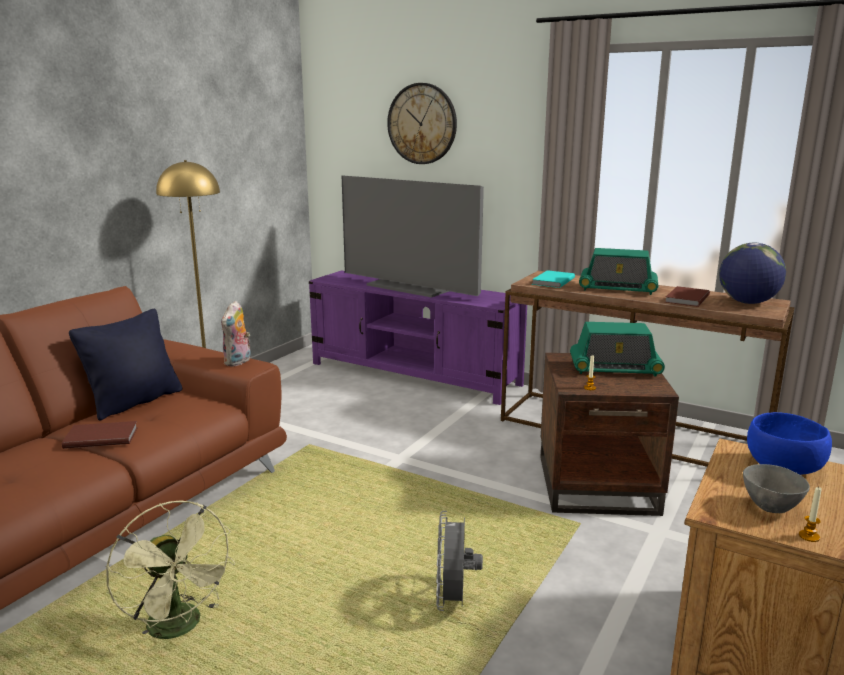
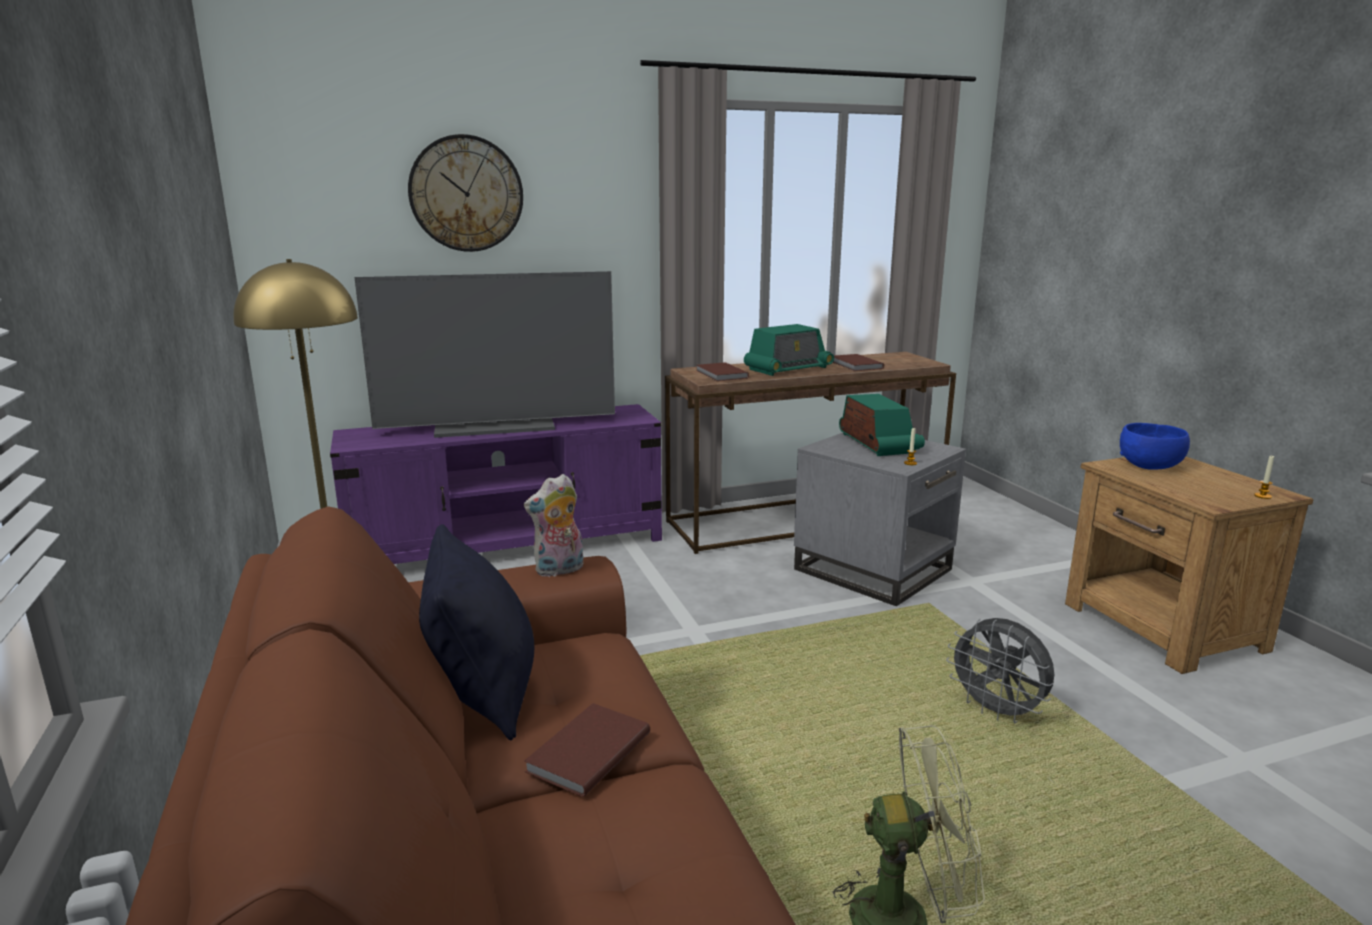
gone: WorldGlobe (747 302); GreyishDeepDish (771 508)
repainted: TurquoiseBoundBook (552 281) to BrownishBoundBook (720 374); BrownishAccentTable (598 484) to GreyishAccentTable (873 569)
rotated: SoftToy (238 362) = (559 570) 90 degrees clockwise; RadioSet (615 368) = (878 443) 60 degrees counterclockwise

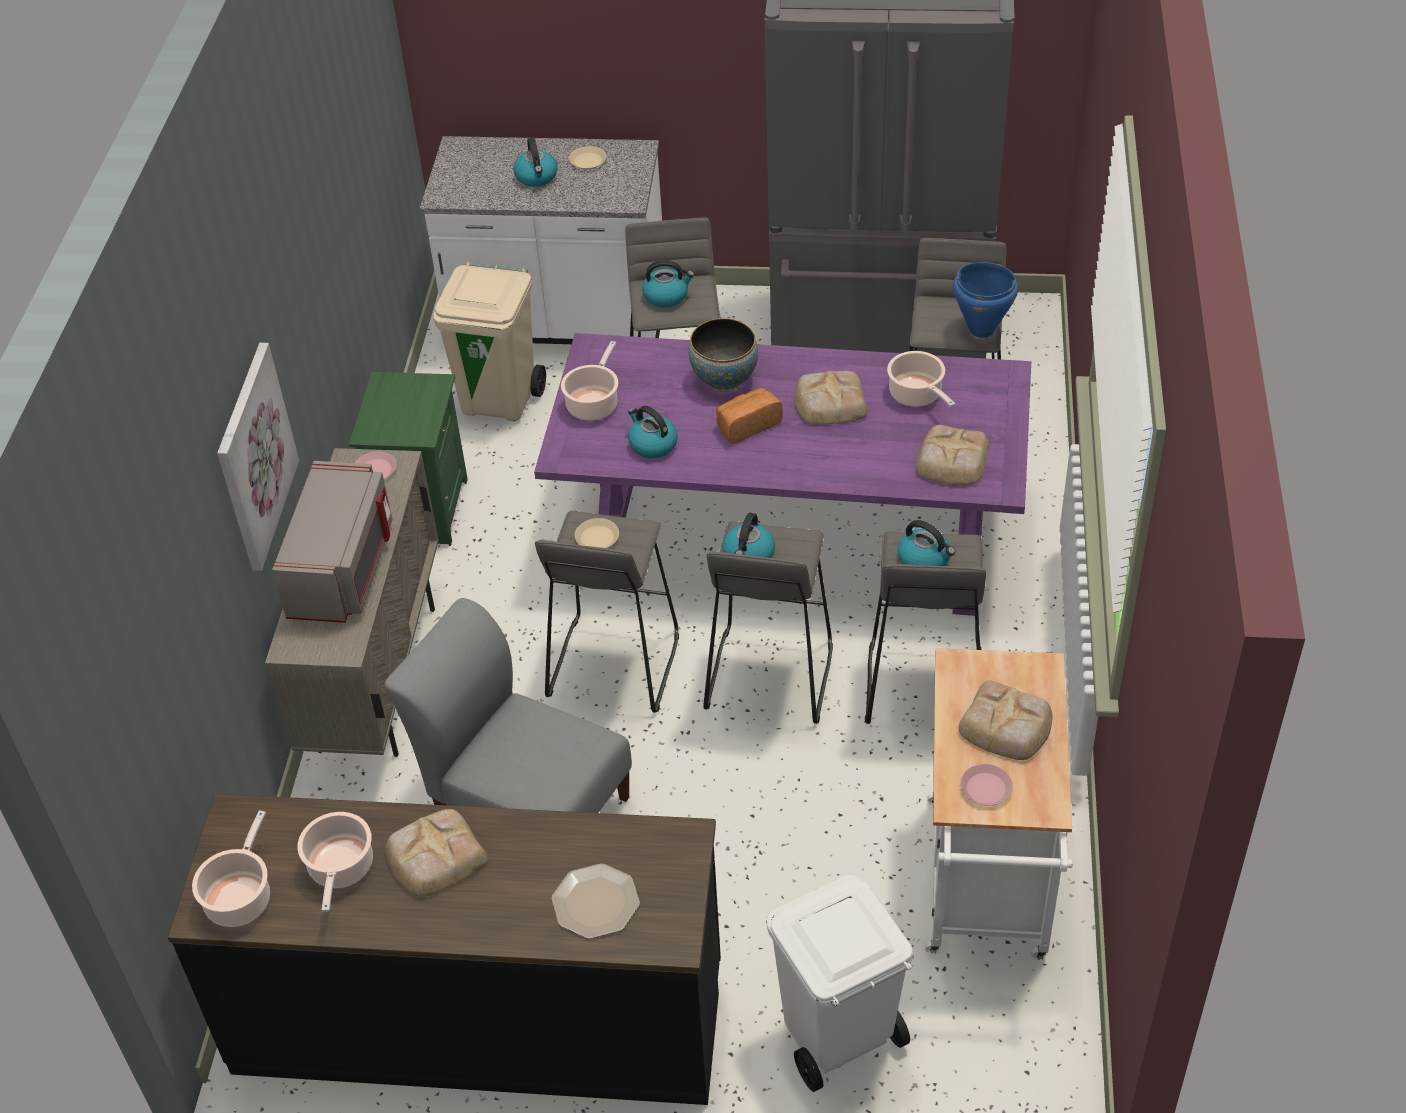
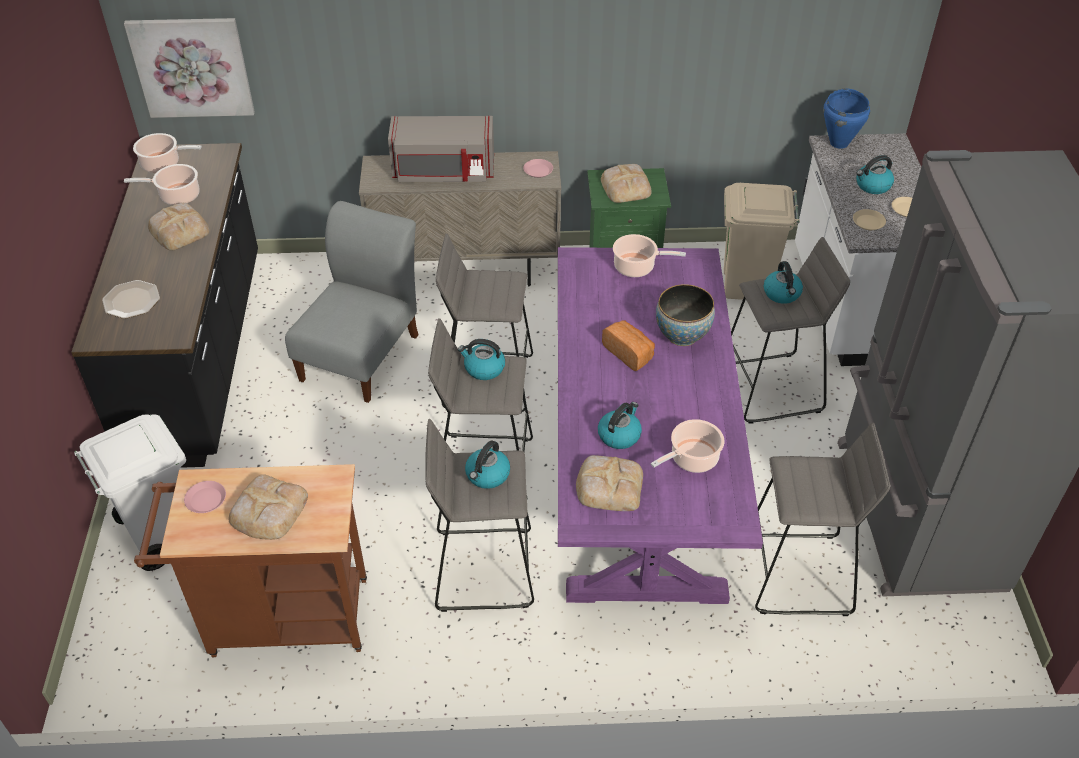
shifted: BlueColouredSaucepot (981 329) to (839 143); WallArt (253 456) to (192 67); BakeryBread (829 402) to (626 187); WaterKettle (652 444) to (619 435); SandColouredDinnerPlate (597 538) to (868 222)
repainted: WhiteCart (986 889) to BrownishCart (279 618)

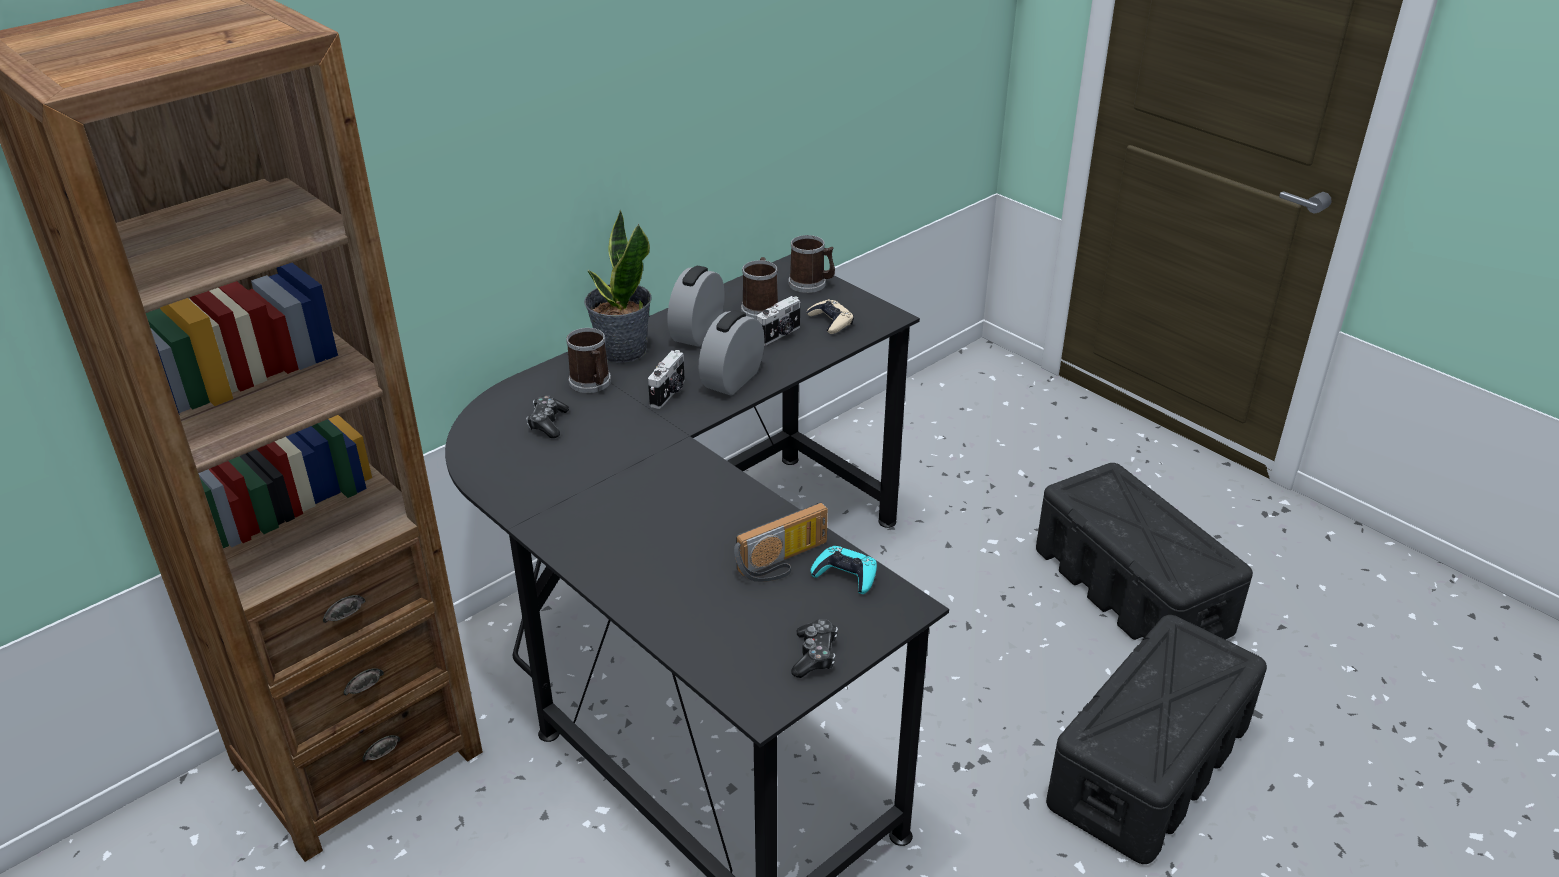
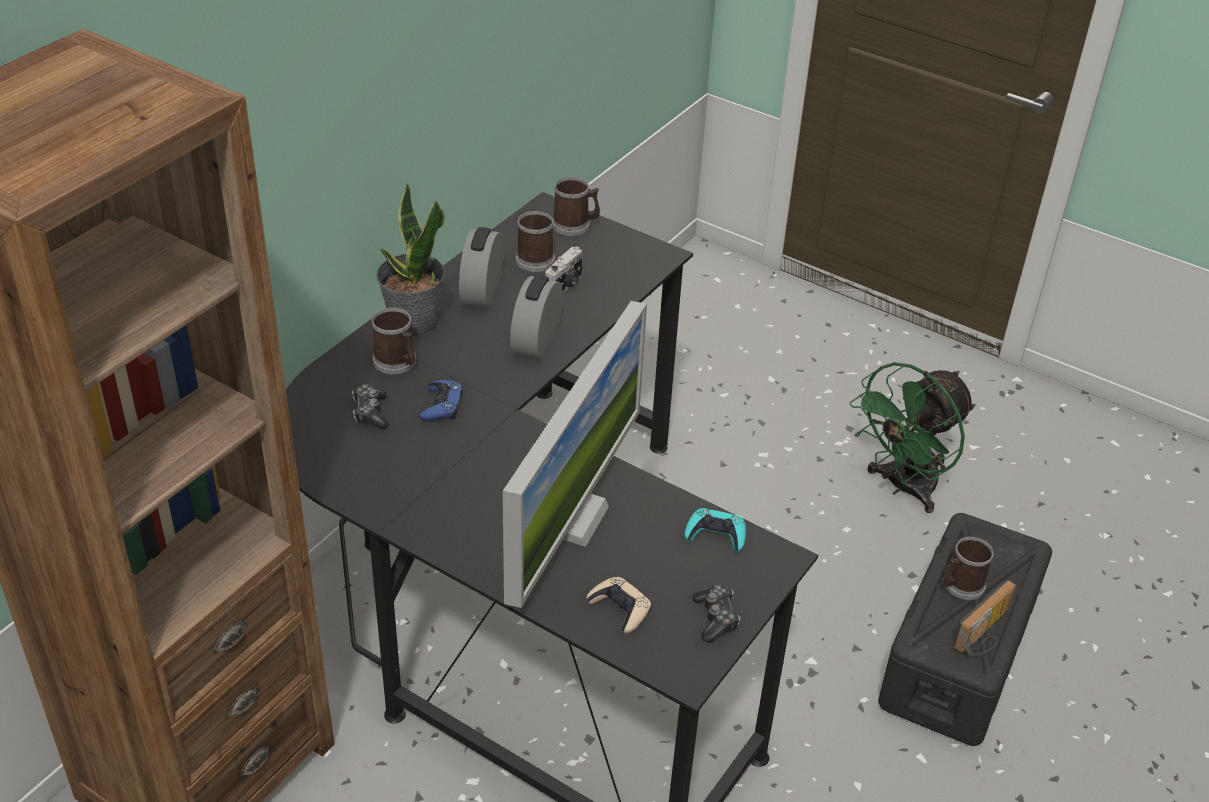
gone: StillCamera (669 393)
new: Monitor (572 518); BlueColouredGamepad (441 405); CoffeeMug (960 586)
shifted: SandColouredGamepad (830 321) to (620 609); RadioSet (784 562) to (986 634)
swapped: BlackishStorageContainer (1132 591) to GreenishCoolingFan (903 487)

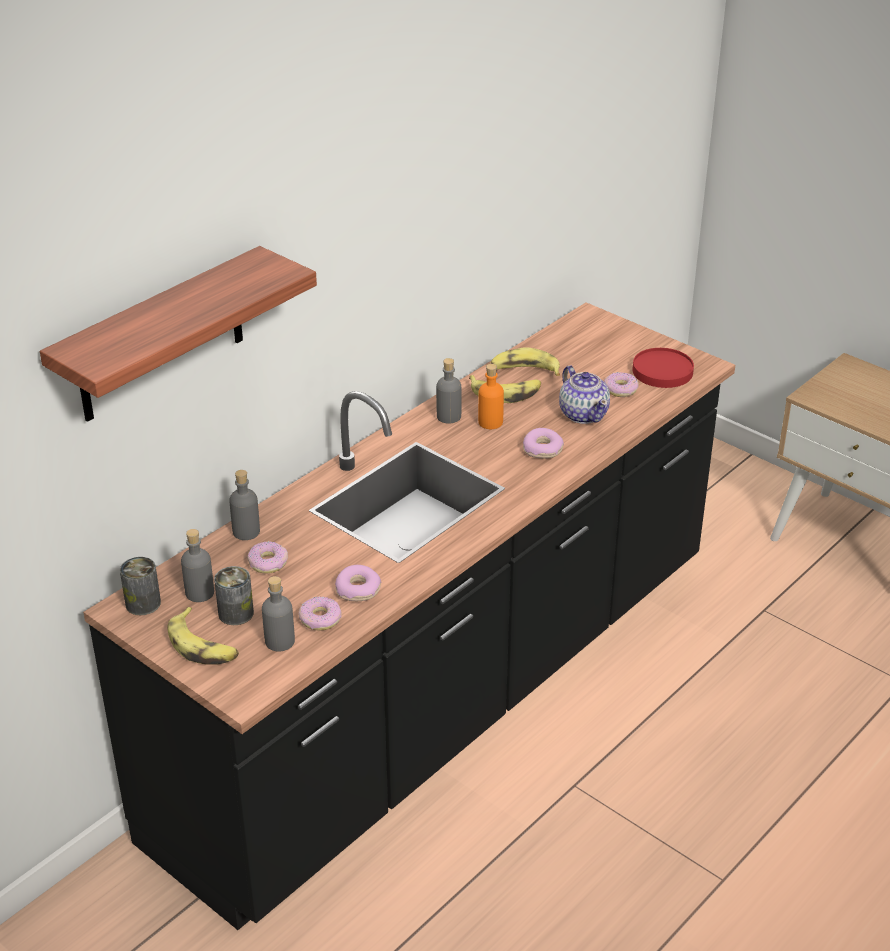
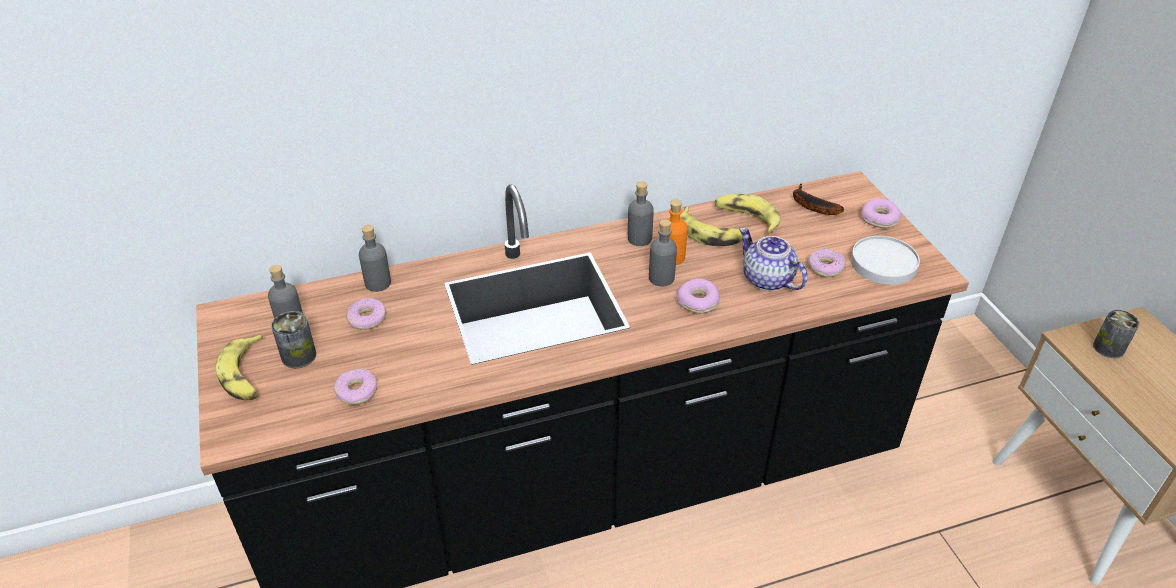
gone: WallShelf (160 337)
new: Banana (811 205)
shifted: Can (143 603) to (1108 348); Donut (358 590) to (880 219); GreyishBottle (279 641) to (661 278)
repainted: ReddishDinnerPlate (662 371) to WhiteDinnerPlate (883 263)
rotated: Teapot (583 414) = (768 280) 135 degrees clockwise

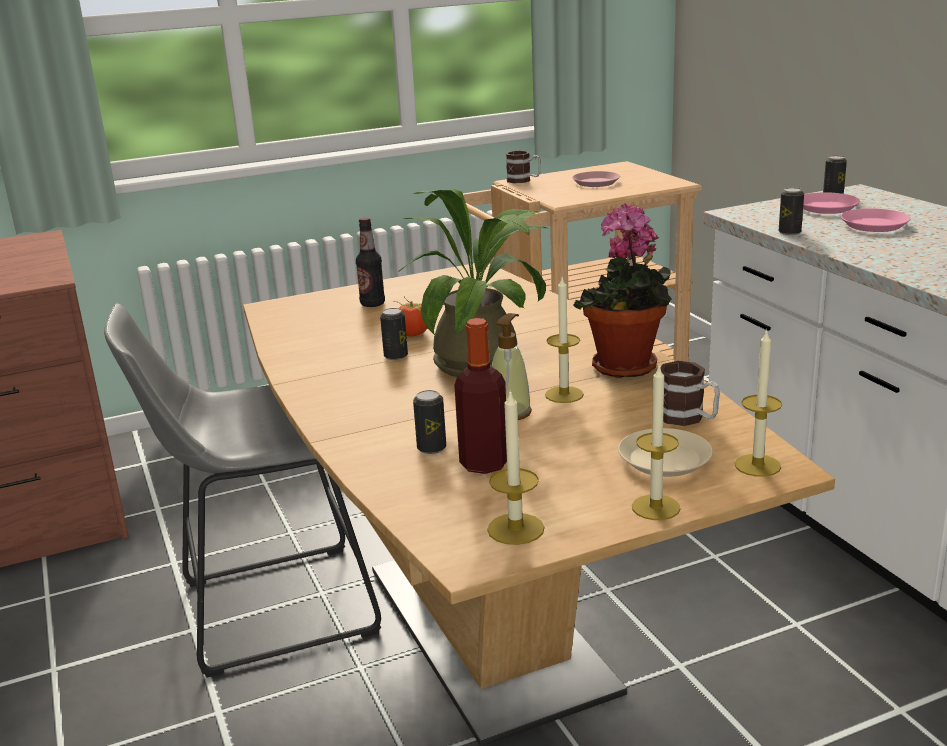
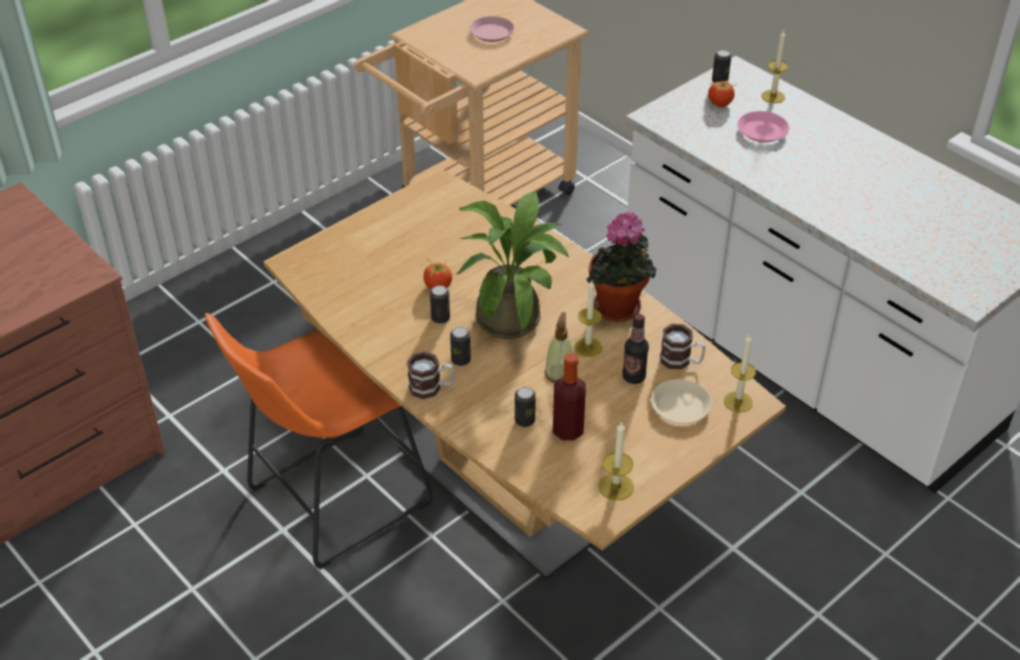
shifted: CoffeeMug (523 180) to (431 387); Can (789 232) to (461 360); Bottle (372 304) to (633 377); Candle (655 507) to (773 96)
swapped: PinkColouredDinnerPlate (826 208) to FreshTomato (720 103)
repainted: GreyishSittingStool (265 609) to OrangeColouredSittingStool (330 500)

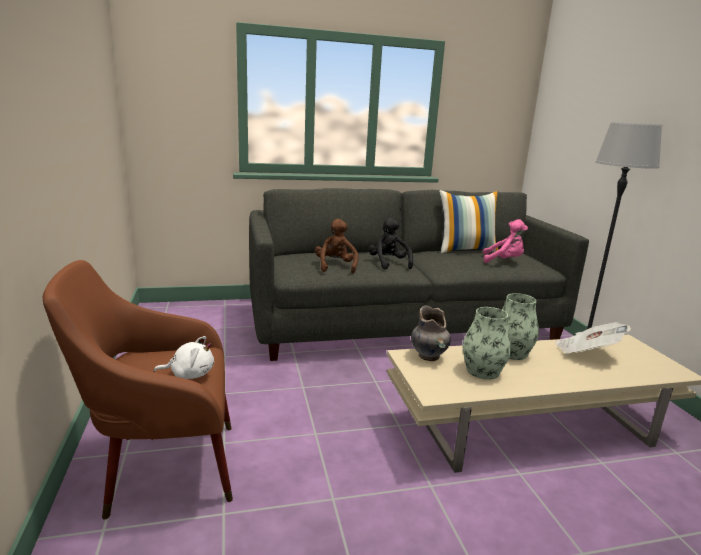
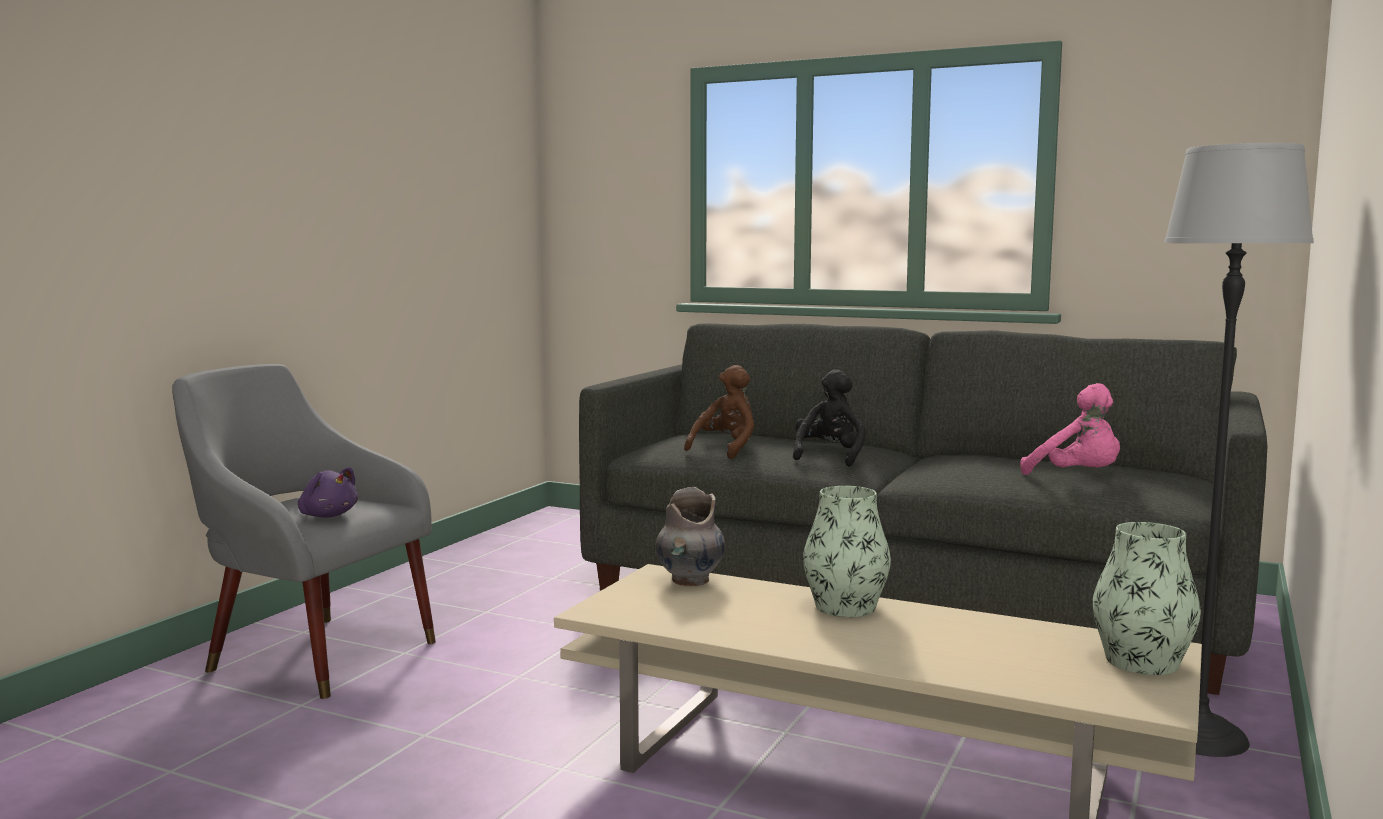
gone: Cushion (466 250); DailyPaper (586 352)
shifted: Vase (482 371) to (1141 661)
repainted: BrownishArmchair (162 467) to GreyishArmchair (313 653); WhiteSoftToy (189 374) to PurpleSoftToy (327 515)

